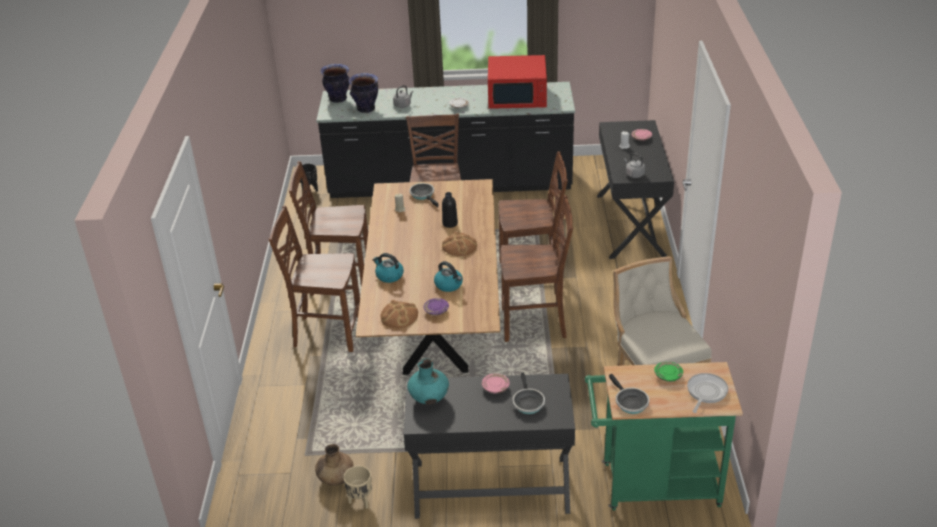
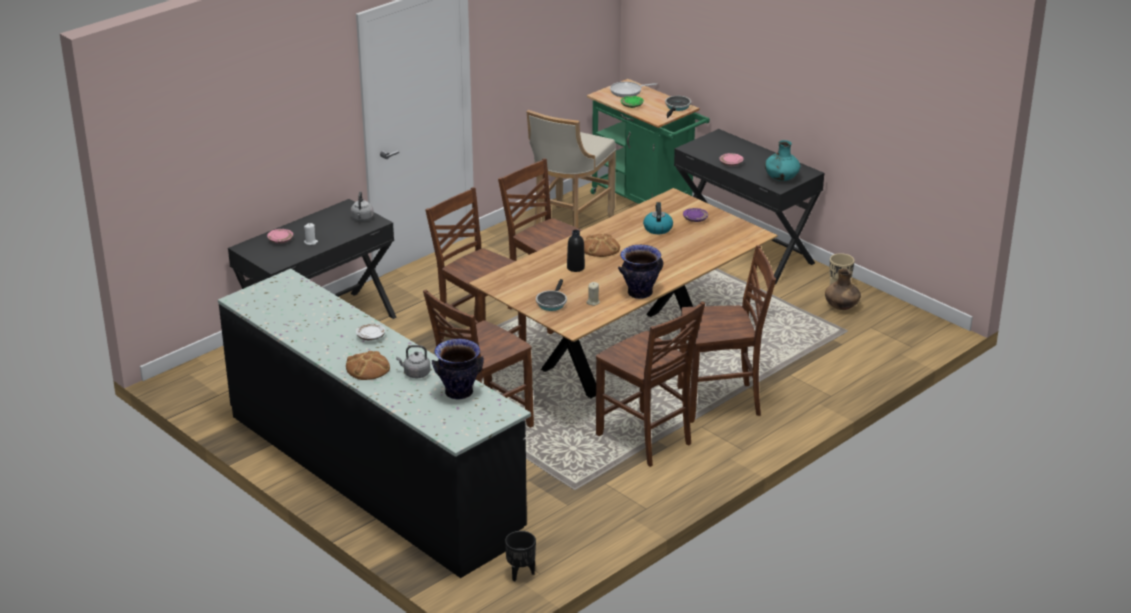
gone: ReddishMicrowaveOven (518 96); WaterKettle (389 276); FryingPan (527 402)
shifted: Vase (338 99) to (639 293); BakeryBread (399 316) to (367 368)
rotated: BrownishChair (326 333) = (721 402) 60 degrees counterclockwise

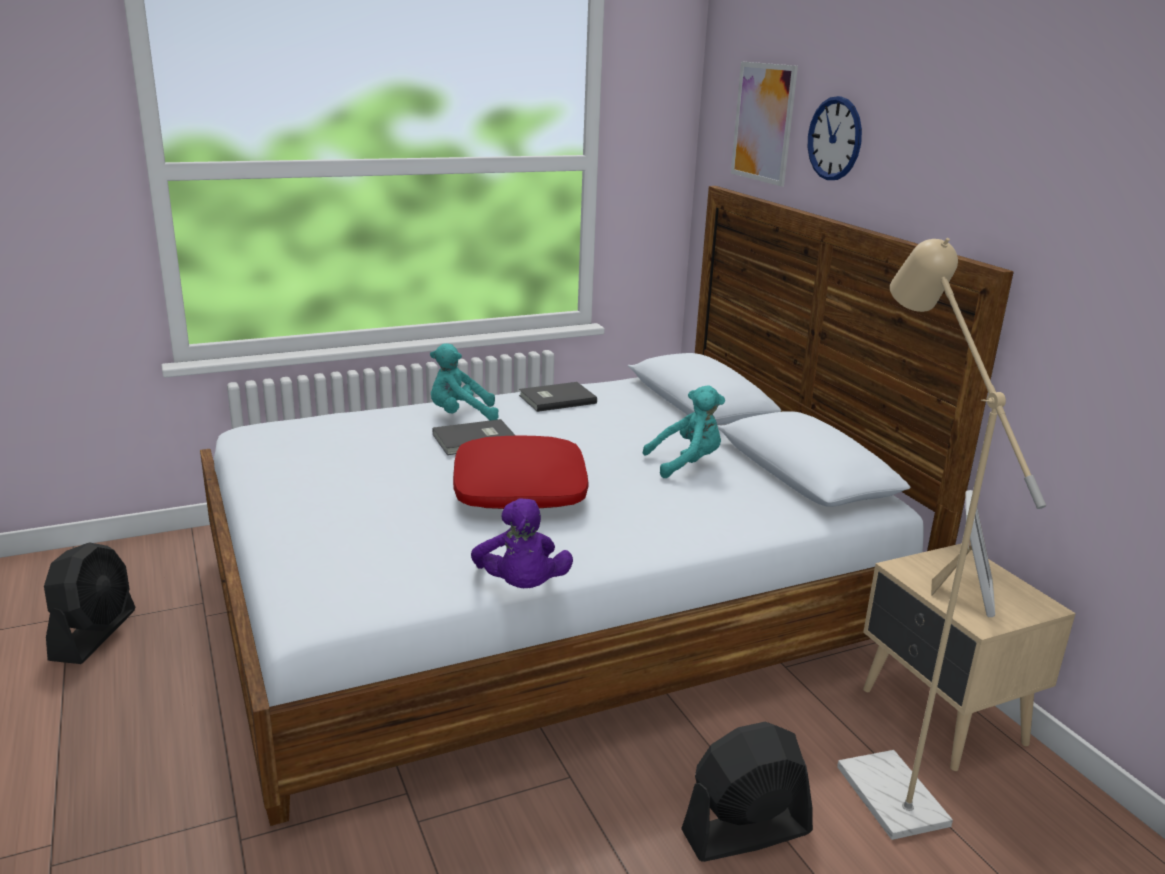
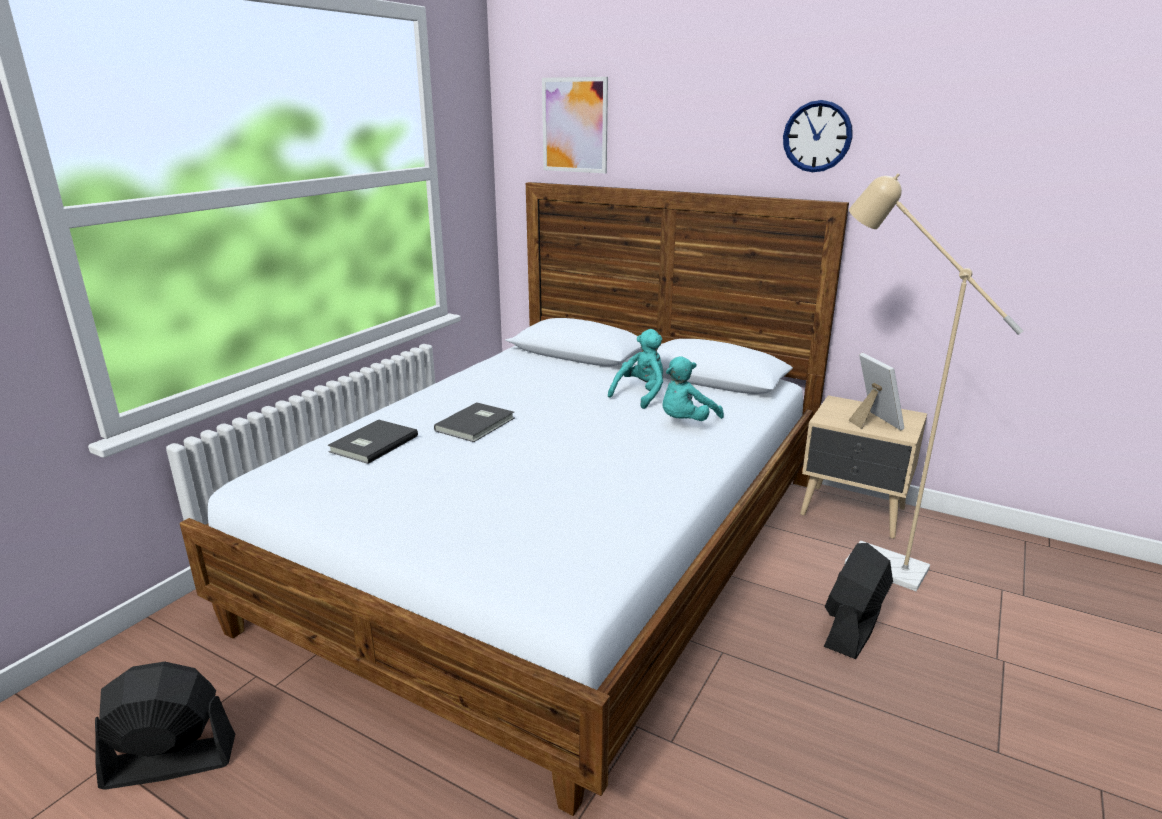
gone: ReddishCushion (521 490); PurpleSoftToy (521 587)
shifted: HangingClock (834 138) to (817 136); TurquoiseSoftToy (460 415) to (686 422); GreyishBoundBook (555 399) to (371 444)
rotated: BlackishCoolingFan (94 634) = (169 762) 75 degrees counterclockwise

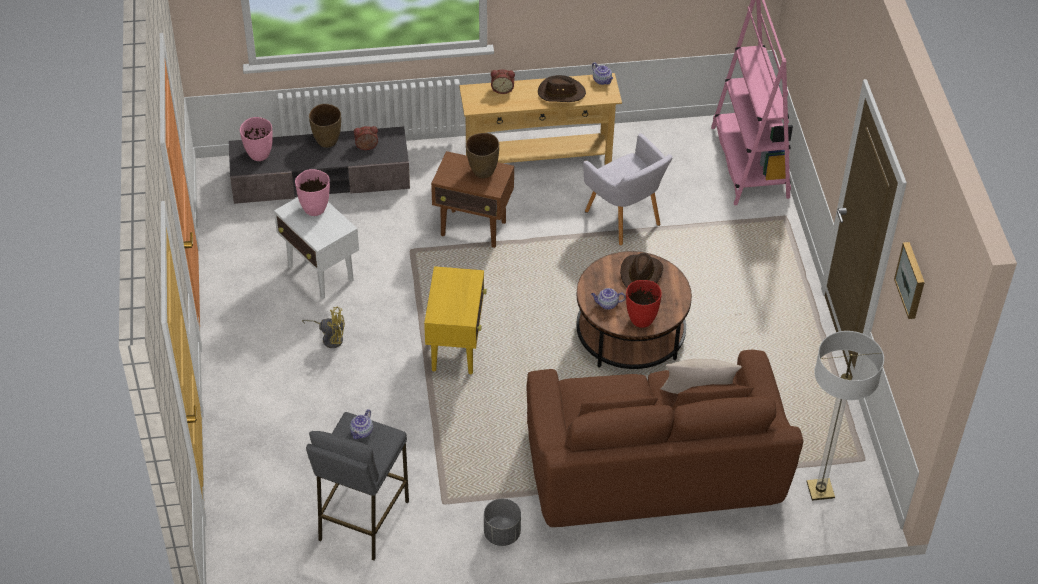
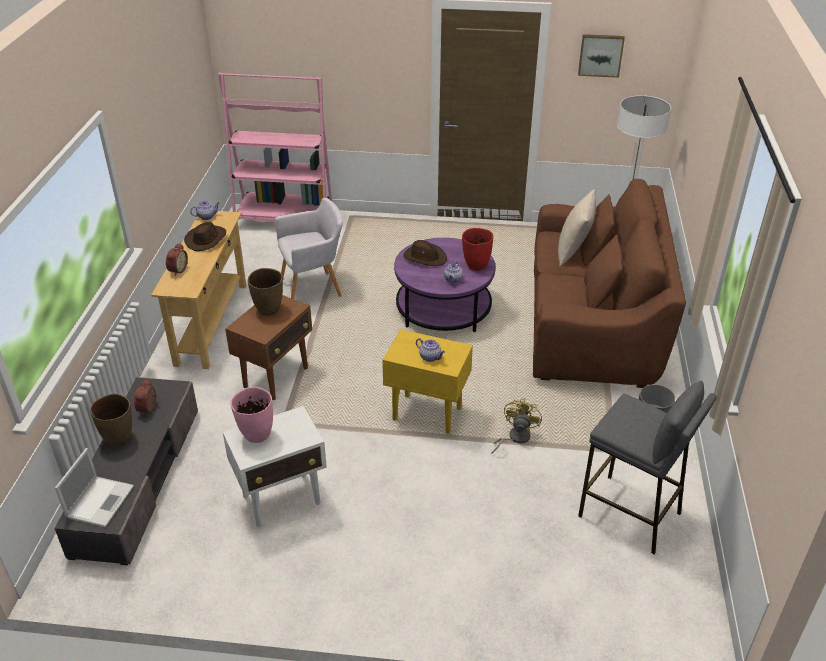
shifted: YellowColouredCoolingFan (330 338) to (515 438); Teapot (361 432) to (430 357)
swapped: PinkColouredVase (259 155) to Laptop (100 501)
repainted: BrownishLowTable (630 334) to PurpleLowTable (443 309)

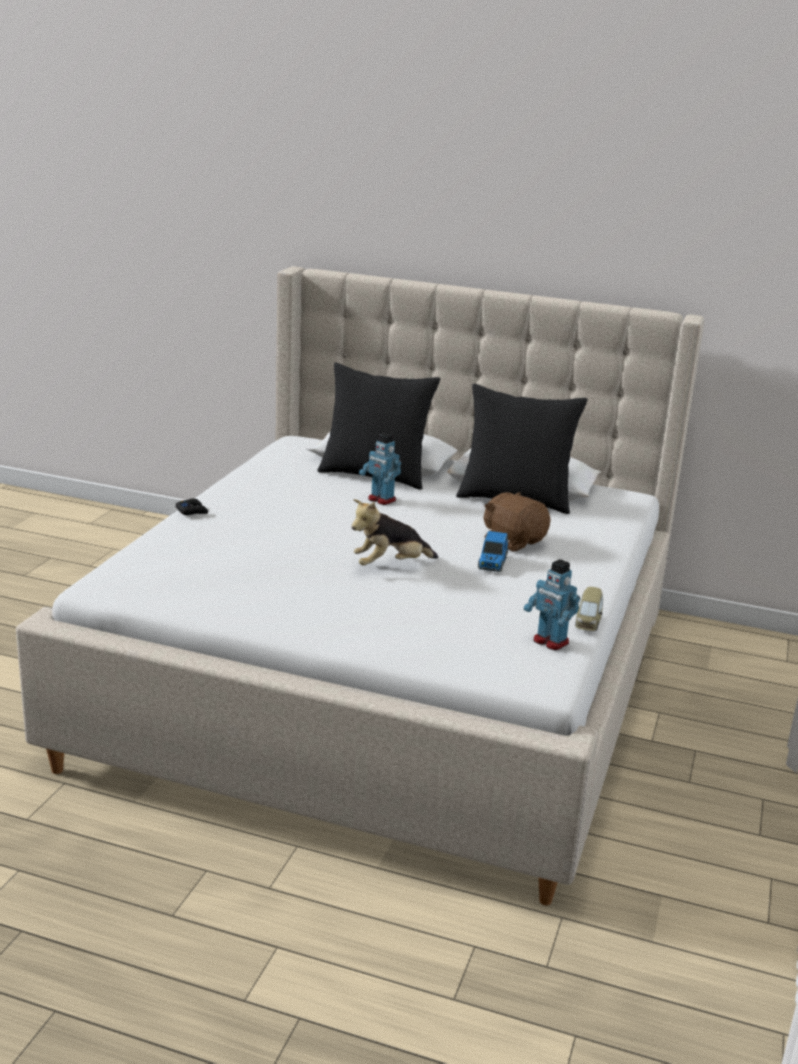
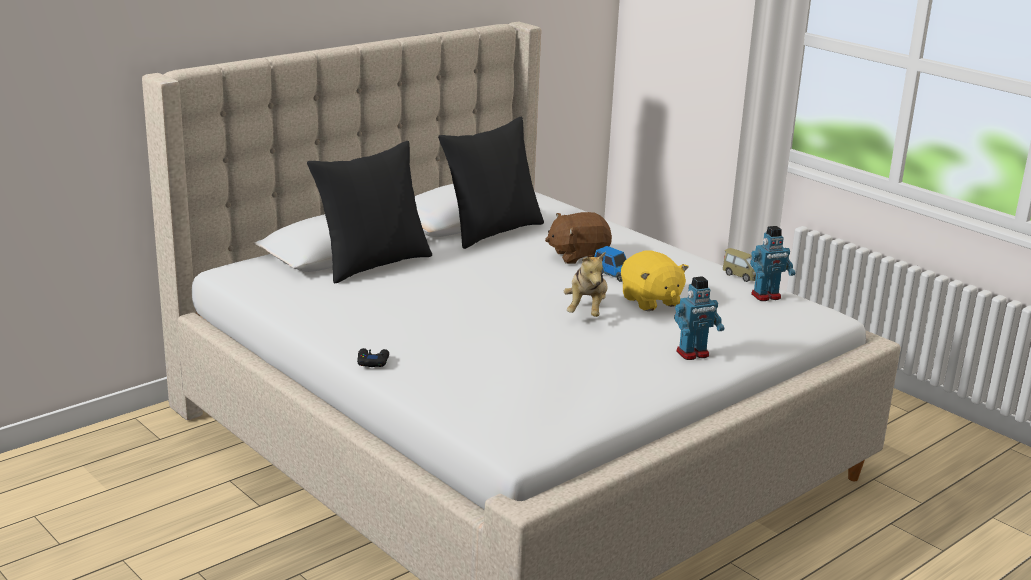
new: YellowColouredSoftToy (650 301)
shifted: ToyRobot (381 500) to (693 354)

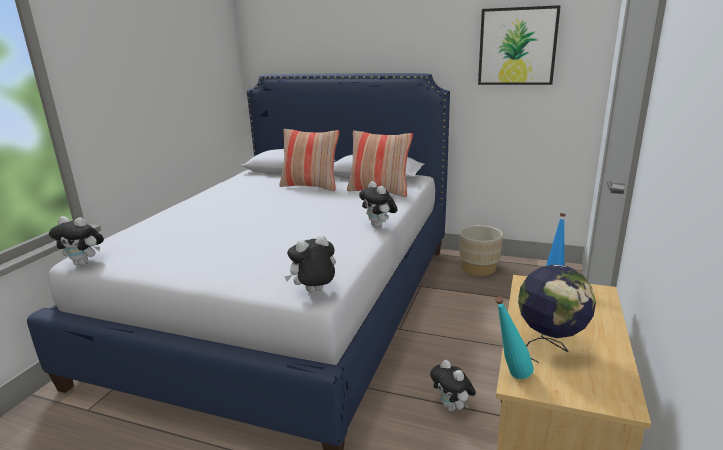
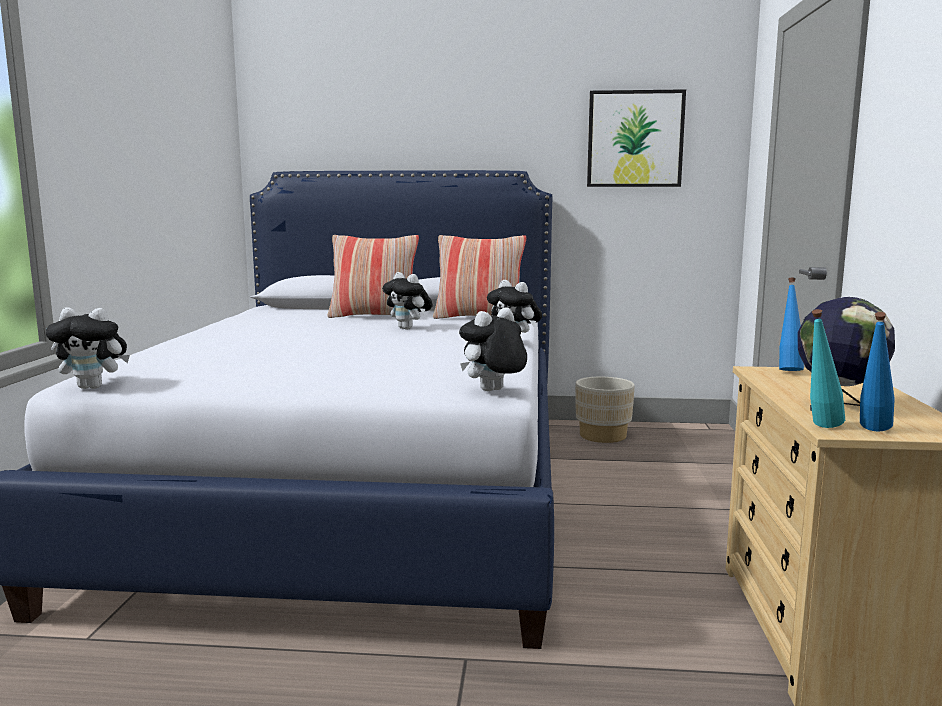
new: BlueColouredBottle (872 432)
shifted: SoftToy (452 407) to (408 328)

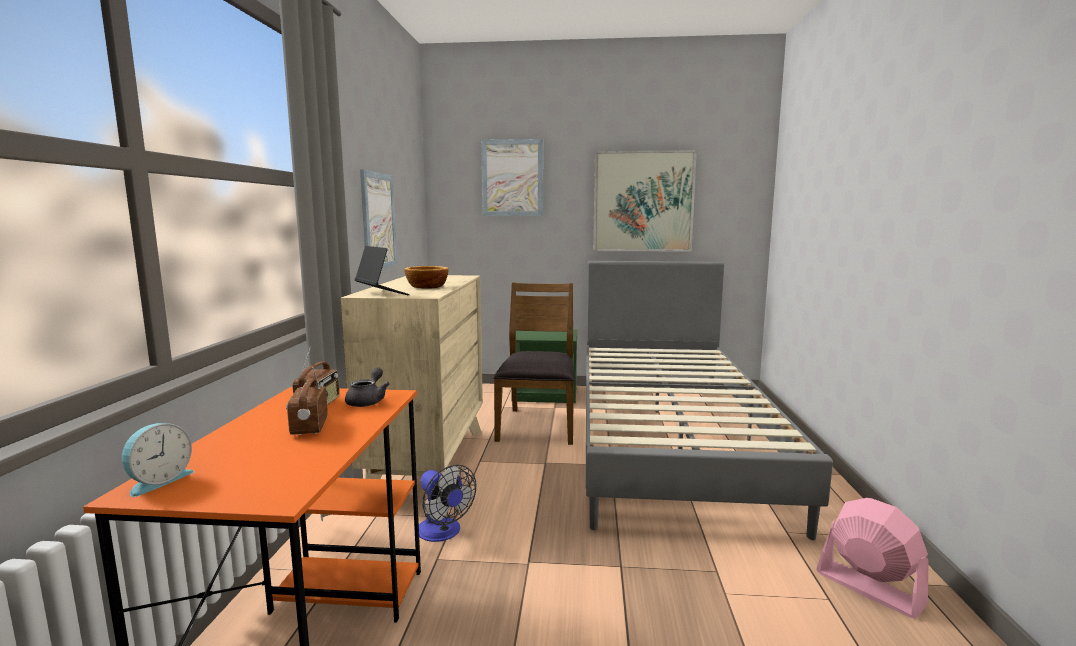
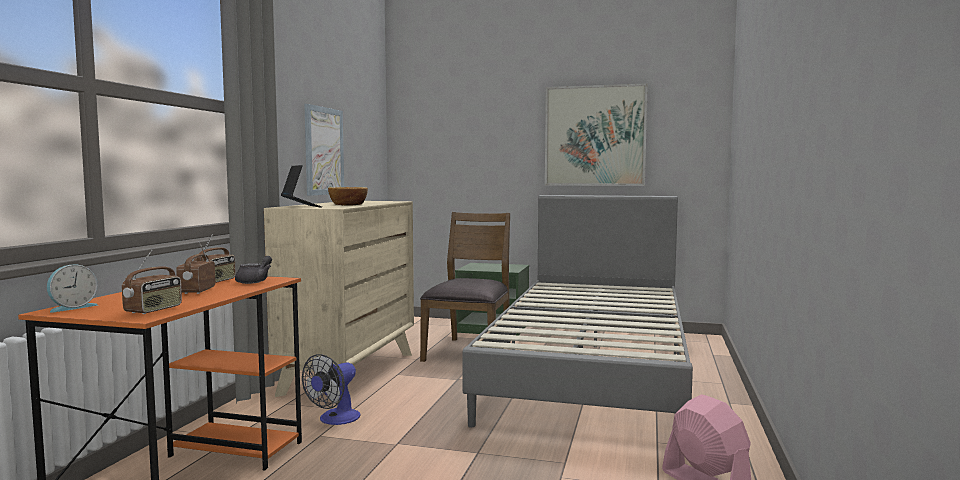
gone: WallArt (512 178)
new: RadioSet (154 310)
rotated: CoolingFan (443 533) = (334 419) 60 degrees clockwise

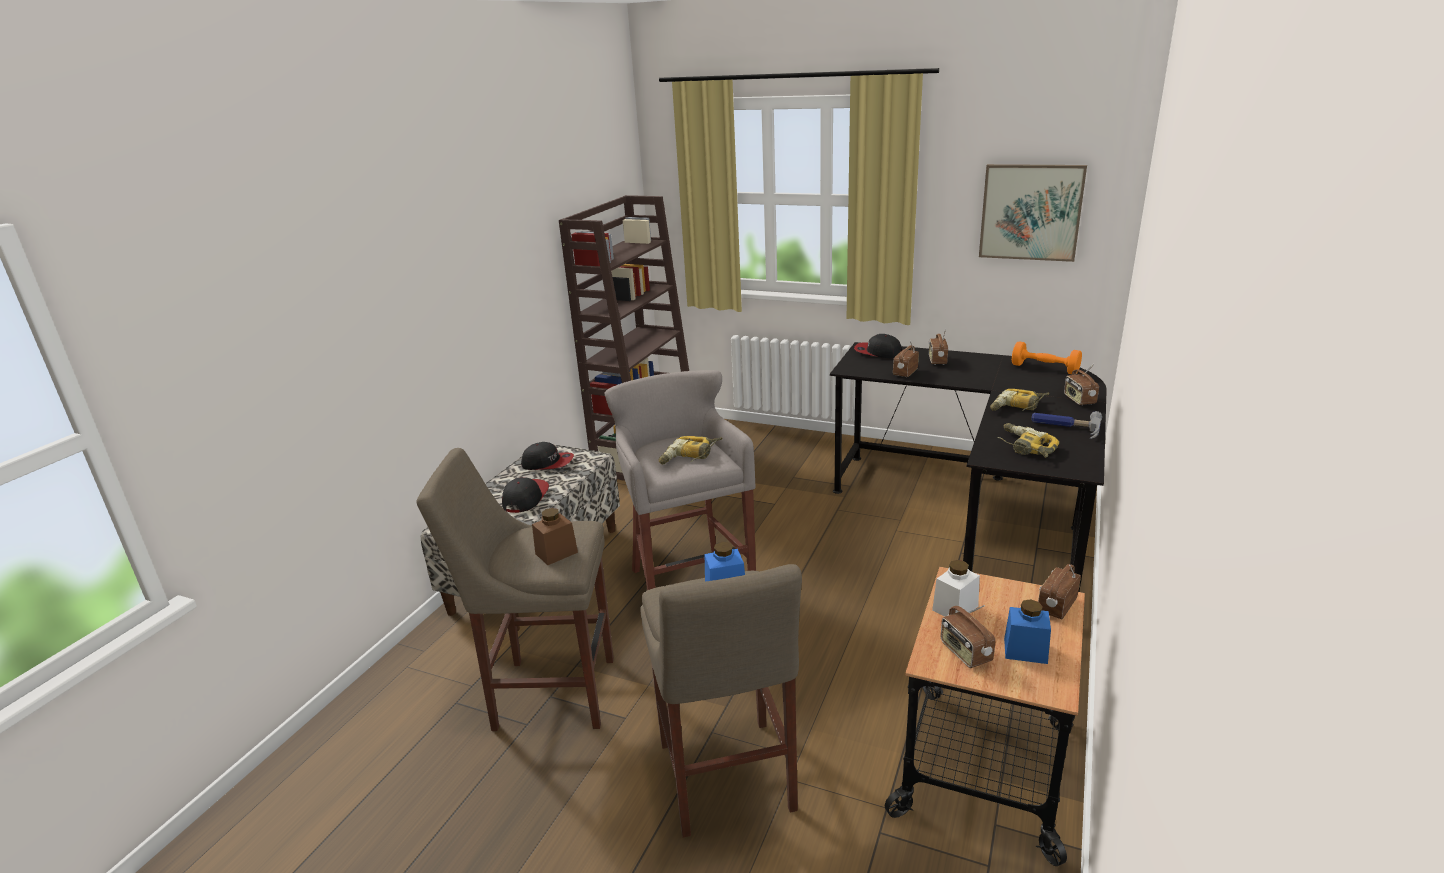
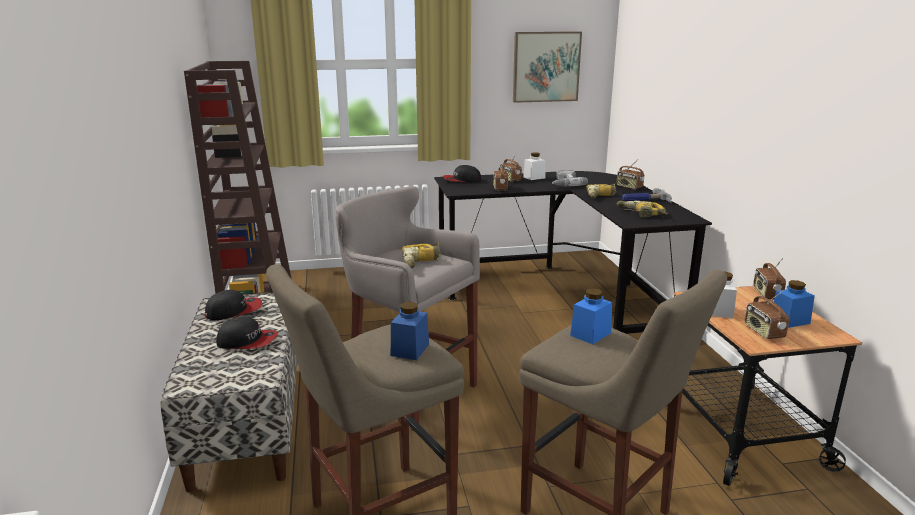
gone: OrangeColouredDumbbell (1044 369)
new: WhiteJar (534 177); ElectricDrill (564 183)
repainted: BrownishJar (556 553) to BlueColouredJar (410 350)
rotated: Cap (525 497) = (247 341) 120 degrees clockwise; RadioSet (965 653) = (763 332) 45 degrees clockwise

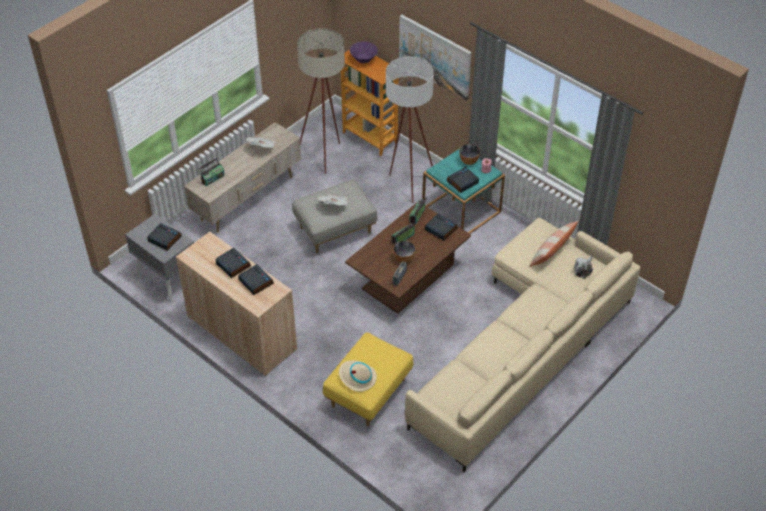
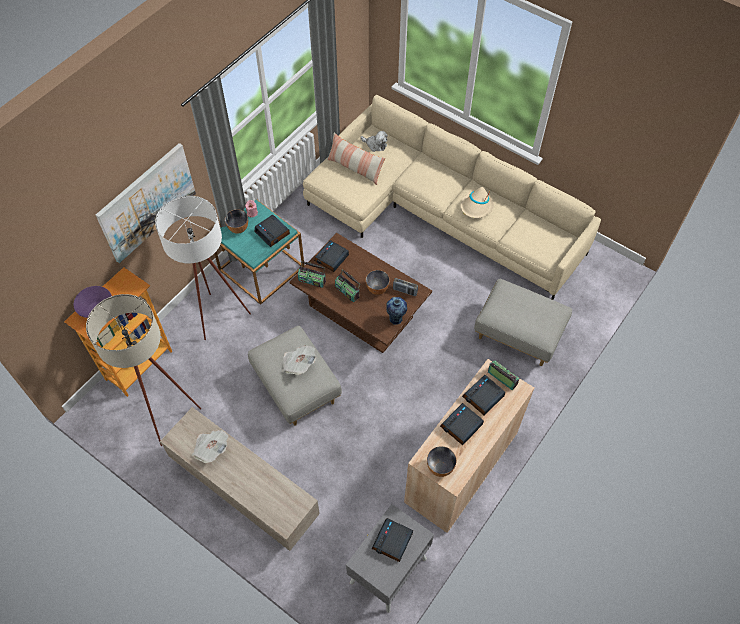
new: Vase (396 319); DeepDish (440 467)
shifted: RadioSet (212 178) to (501 378); SandColouredWearableHat (357 377) to (476 207)
repainted: YellowColouredPouffe (369 394) to GreyishPouffe (518 335)

